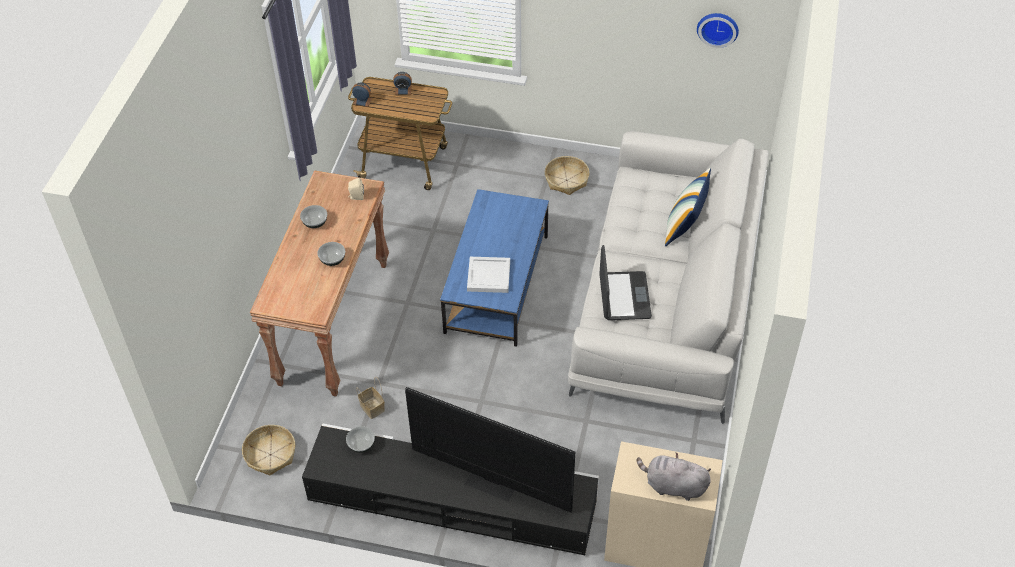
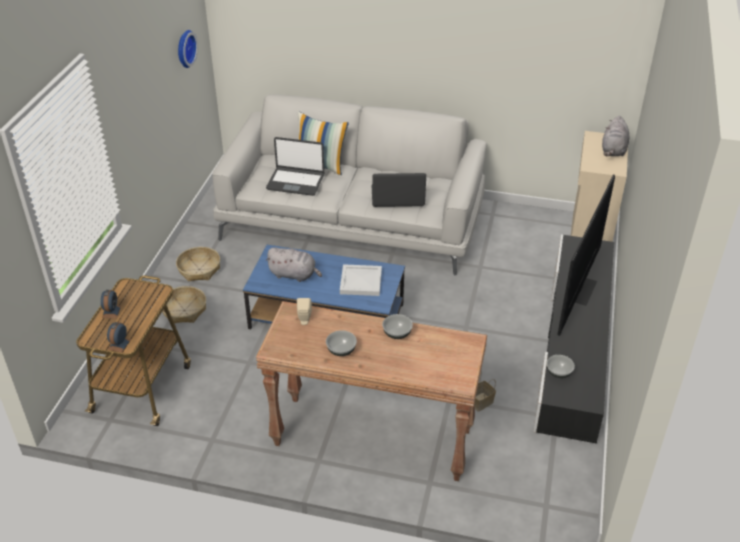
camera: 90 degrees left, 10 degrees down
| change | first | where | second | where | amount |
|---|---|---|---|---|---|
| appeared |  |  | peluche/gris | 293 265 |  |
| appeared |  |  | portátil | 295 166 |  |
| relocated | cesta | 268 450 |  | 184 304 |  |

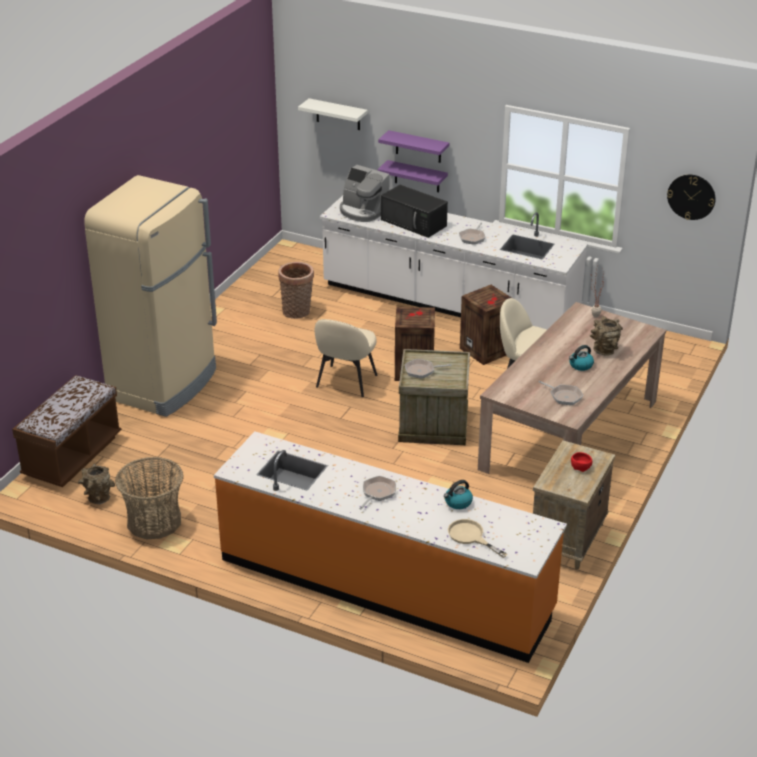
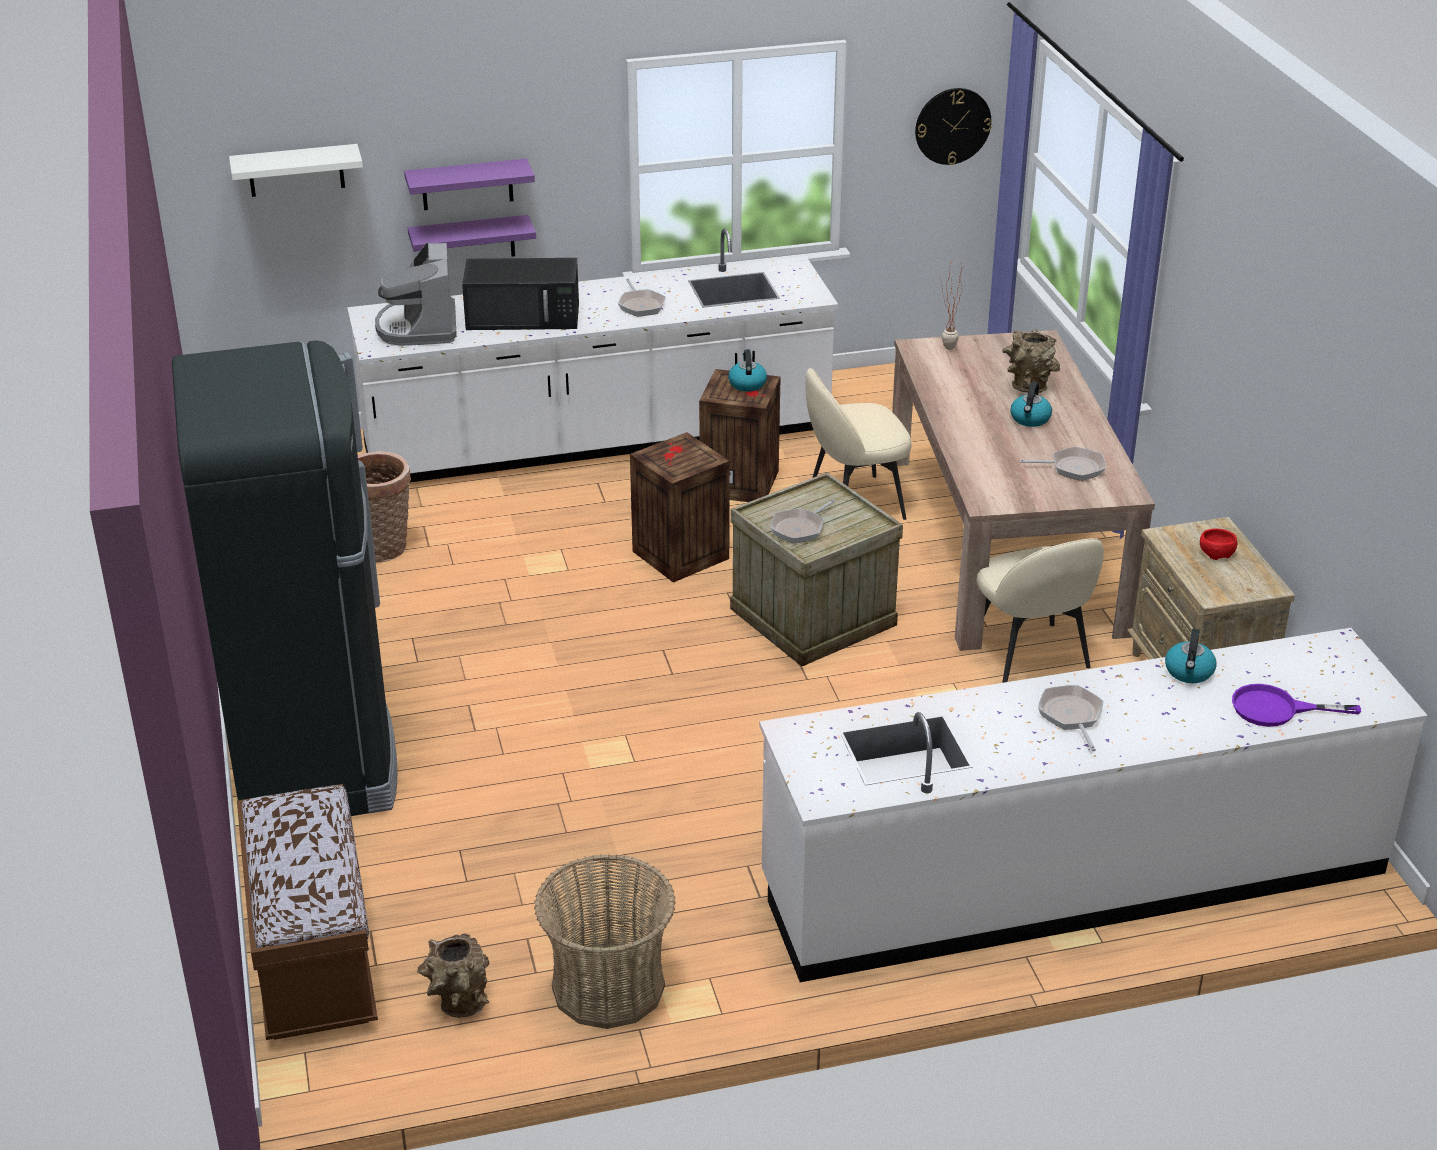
camera: 40 degrees left, 0 degrees up
| change | first | where | second | where | amount |
|---|---|---|---|---|---|
| appeared |  |  | hervidor | 747 370 |  |
| relocated | silla/beis | 346 358 |  | 1040 610 |  |
| colour | nevera/beis | 150 296 | nevera/negro | 284 578 |  |
| colour | mueble bajo de cocina/naranja | 390 547 | mueble bajo de cocina/blanco | 1093 805 |  |
| colour | sartén/beis | 477 538 | sartén/morado | 1296 705 |  |
| spun | cafetera | 364 193 |  | 416 294 | 90 degrees clockwise |

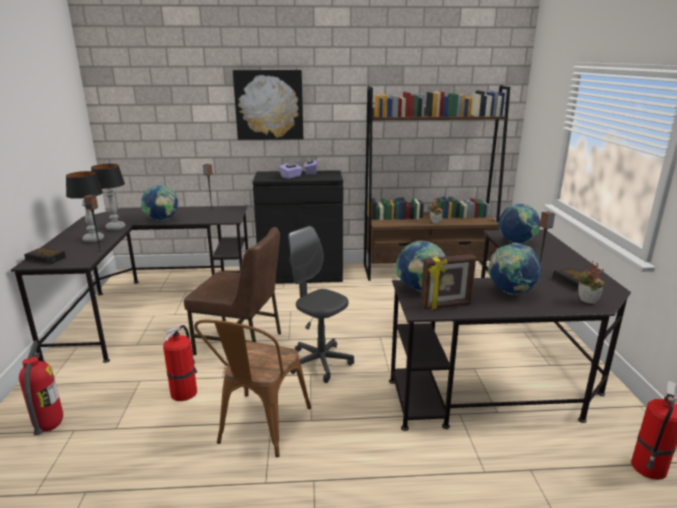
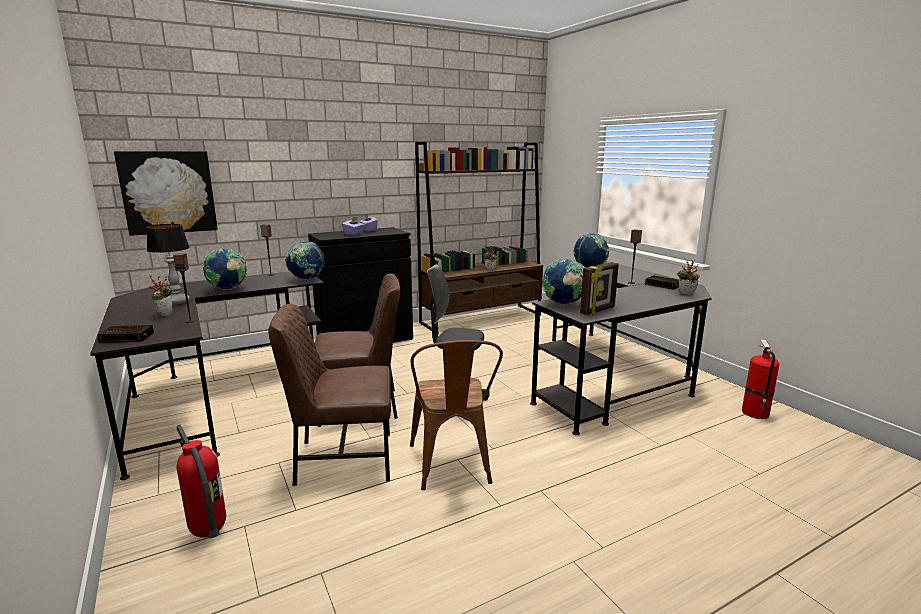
camera: 25 degrees left, 5 degrees down
| change | first | where | second | where | amount |
|---|---|---|---|---|---|
| relocated | cuadro | 268 105 |  | 166 193 |  |
| relocated | globo terráqueo | 515 269 |  | 305 260 |  |
| exchanged | lámpara de mesa | 85 206 | planta en maceta | 160 296 |  |
| exchanged | extintor | 180 363 | silla/marrón | 329 395 |  |

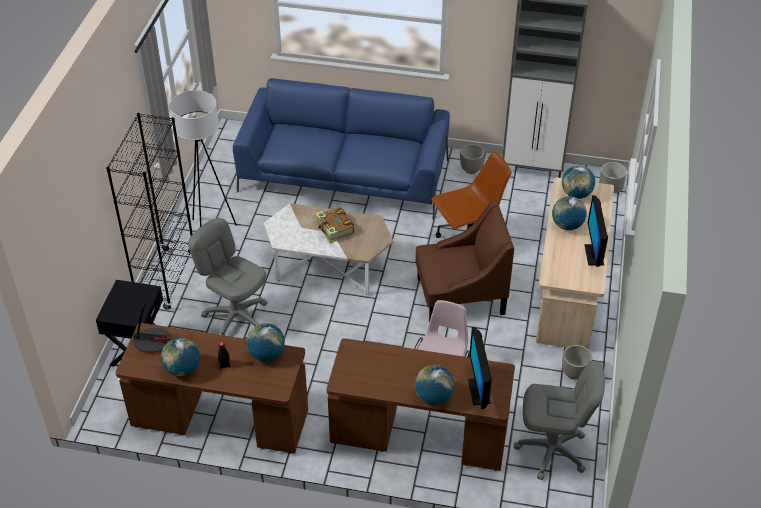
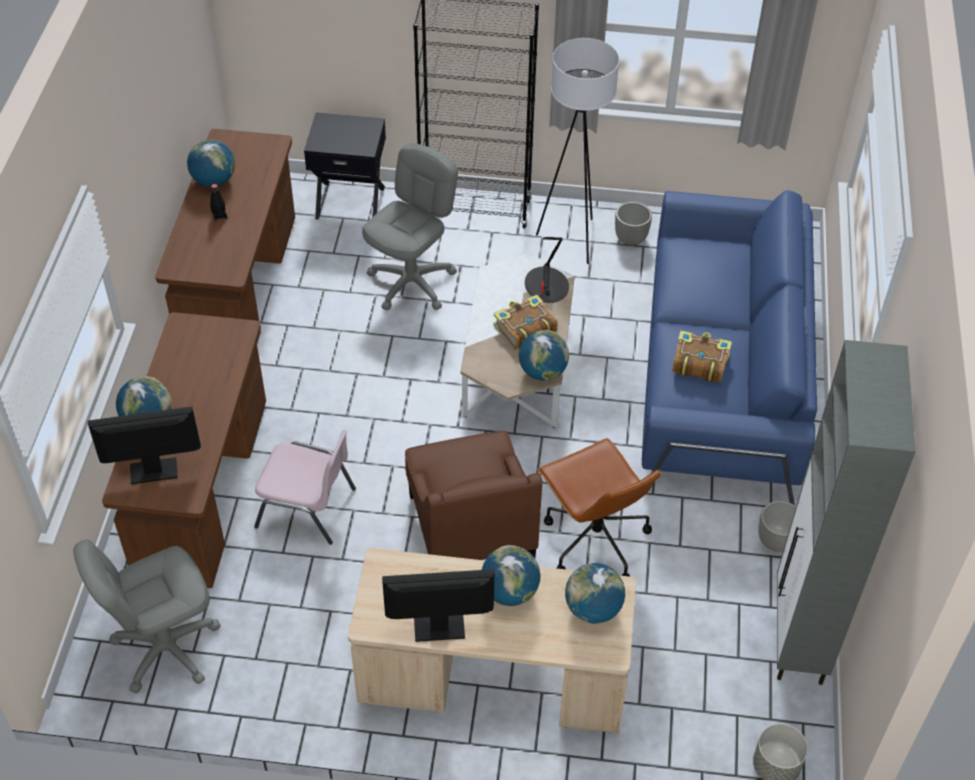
camera: 85 degrees right, 5 degrees up
| change | first | where | second | where | amount |
|---|---|---|---|---|---|
| appeared |  |  | libro | 702 357 |  |
| relocated | lámpara de mesa | 152 326 |  | 547 270 |  |
| relocated | globo terráqueo | 266 342 |  | 544 355 |  |
| relocated | maceta | 577 362 |  | 633 224 |  |
| spun | silla de oficina/gris | 559 420 |  | 147 616 | 60 degrees clockwise |

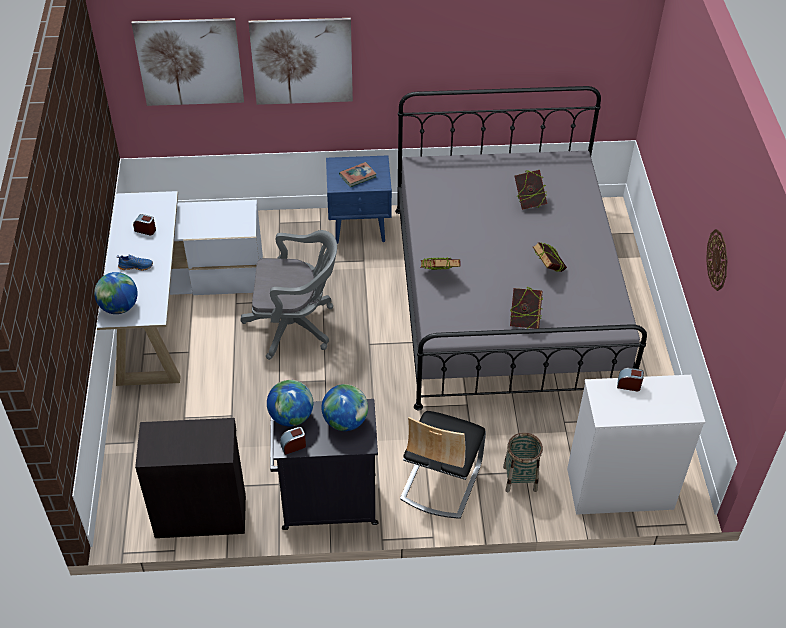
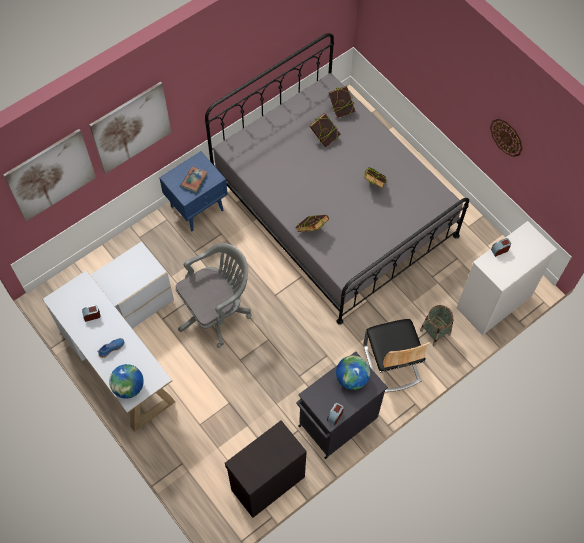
camera: 35 degrees left, 15 degrees up
| change | first | where | second | where | amount |
|---|---|---|---|---|---|
| missing | globo terráqueo | 290 403 |  |  |  |
| relocated | libro | 526 307 |  | 342 102 |  |

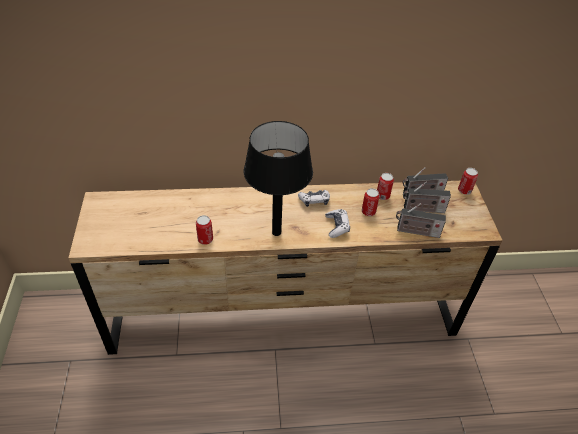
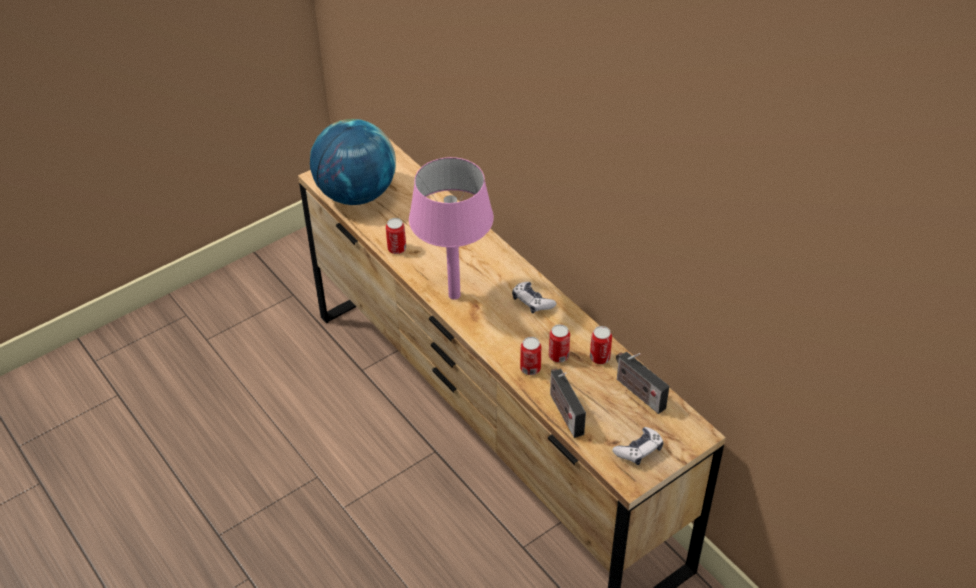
camera: 60 degrees right, 0 degrees up
| change | first | where | second | where | amount |
|---|---|---|---|---|---|
| missing | radio | 427 197 |  |  |  |
| appeared |  |  | globo terráqueo | 353 162 |  |
| relocated | mando de consola | 337 223 |  | 637 446 |  |
| relocated | lata | 468 181 |  | 530 356 |  |
| colour | lámpara de mesa/negro | 278 178 | lámpara de mesa/rosa | 451 228 |  |

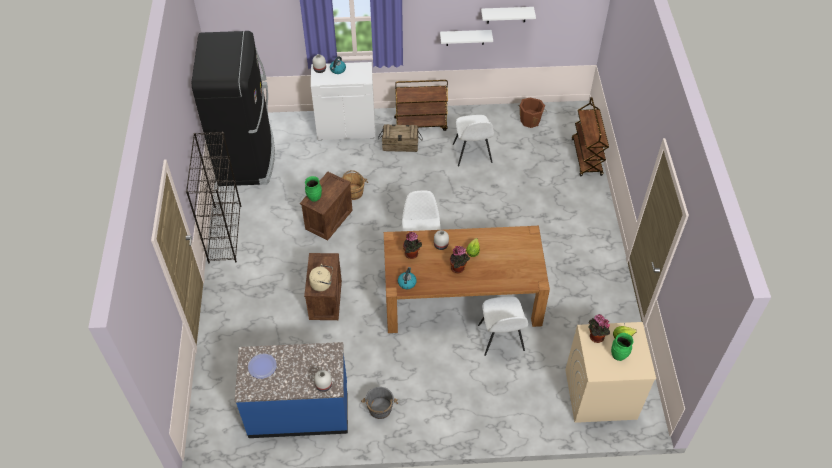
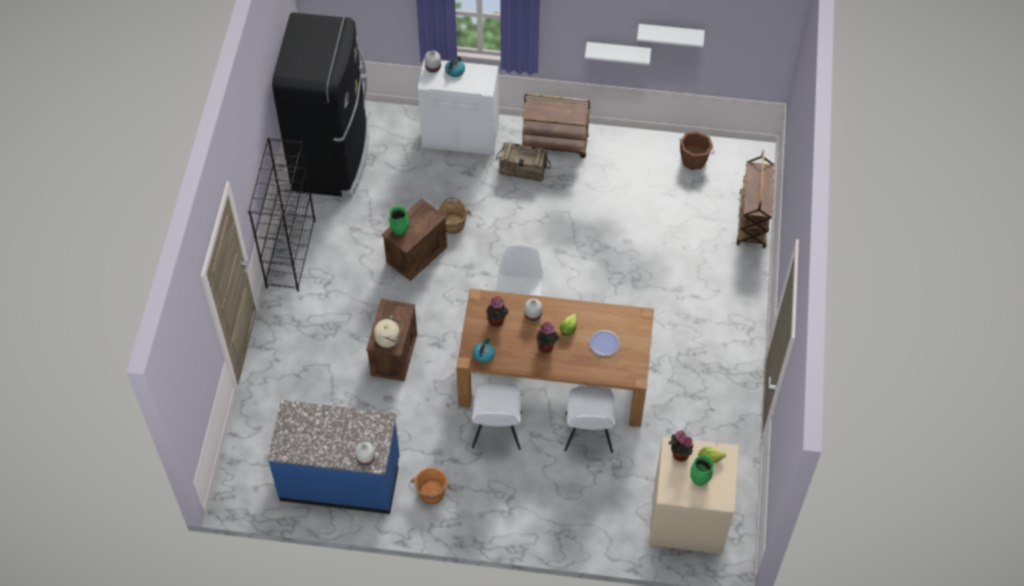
camera: 10 degrees right, 5 degrees up
| change | first | where | second | where | amount |
|---|---|---|---|---|---|
| relocated | plato | 262 366 |  | 604 343 |  |
| relocated | silla/blanco | 473 140 |  | 497 416 |  |
| colour | cubo/gris | 379 403 | cubo/naranja | 431 486 |  |

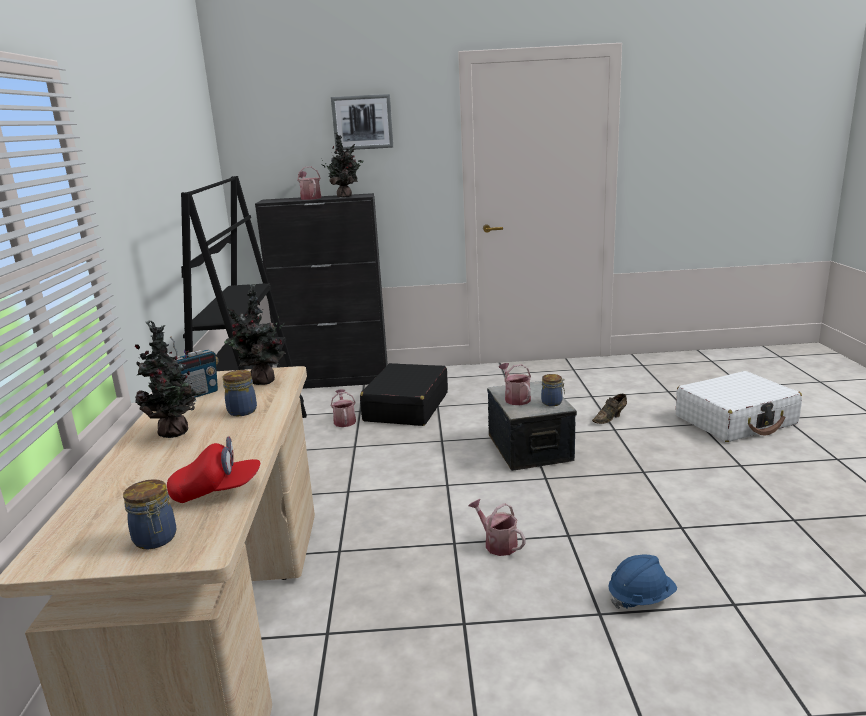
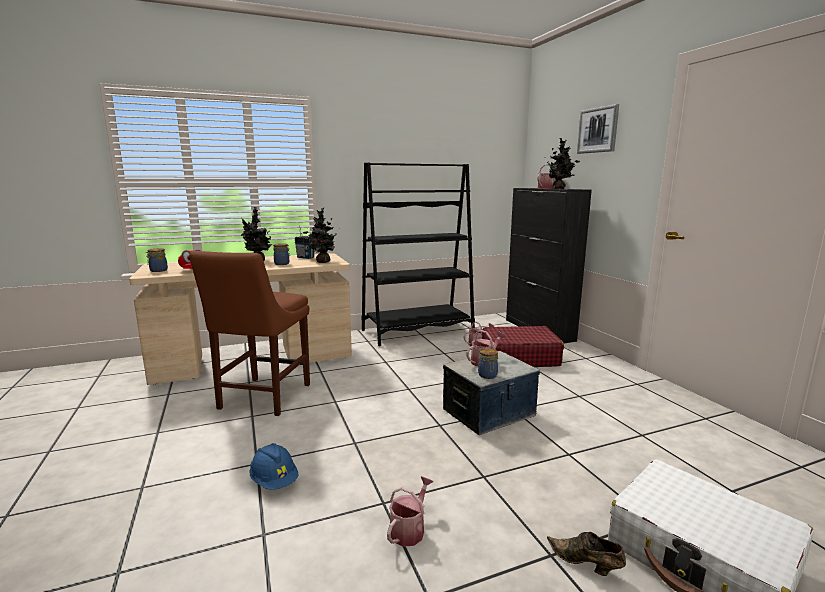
camera: 70 degrees right, 5 degrees down
| change | first | where | second | where | amount |
|---|---|---|---|---|---|
| appeared |  |  | silla/marrón | 249 333 |  |
| relocated | regadera | 497 527 |  | 410 511 |  |
| relocated | zapato/marrón | 609 409 |  | 586 554 |  |
| colour | maleta/negro | 404 394 | maleta/rojo | 523 346 |  |

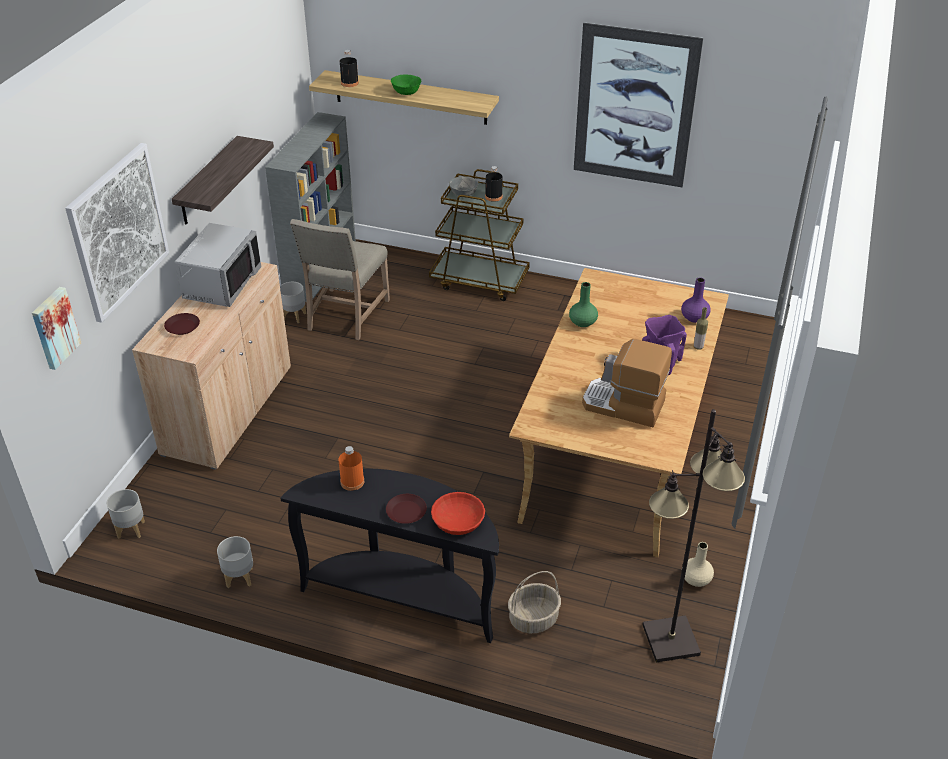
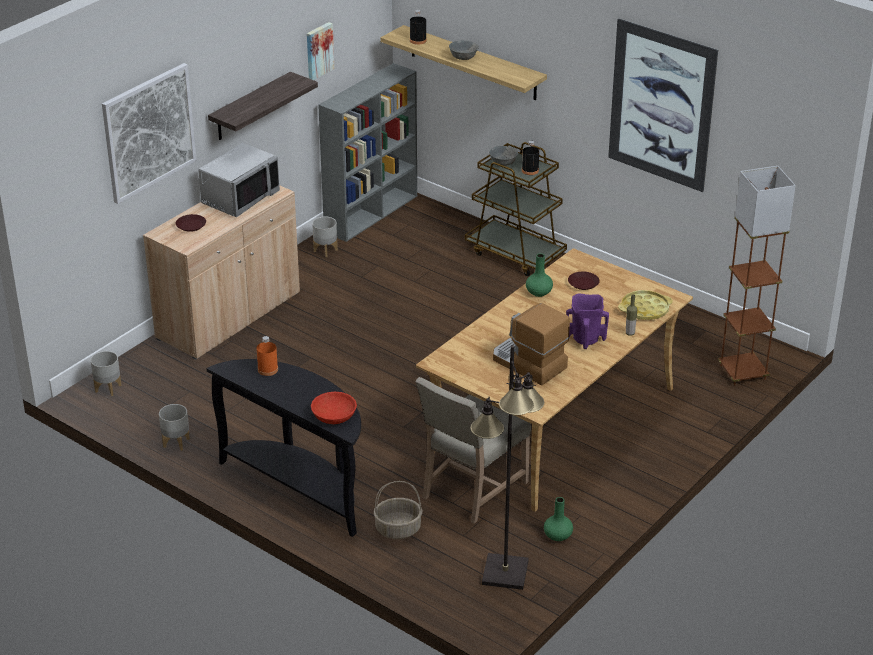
camera: 20 degrees right, 5 degrees down
| change | first | where | second | where | amount |
|---|---|---|---|---|---|
| appeared |  |  | lámpara de pie/marrón | 757 275 |  |
| relocated | cuadro | 56 328 |  | 320 51 |  |
| relocated | silla/beis | 340 279 |  | 473 450 |  |
| relocated | plato/marrón | 406 509 |  | 584 281 |  |
| exchanged | florero/morado | 696 300 | bandeja/amarillo | 645 305 |  |
| colour | cuenco/verde | 406 84 | cuenco/gris | 464 50 |  |
| colour | florero/beis | 698 564 | florero/verde | 558 519 |  |

